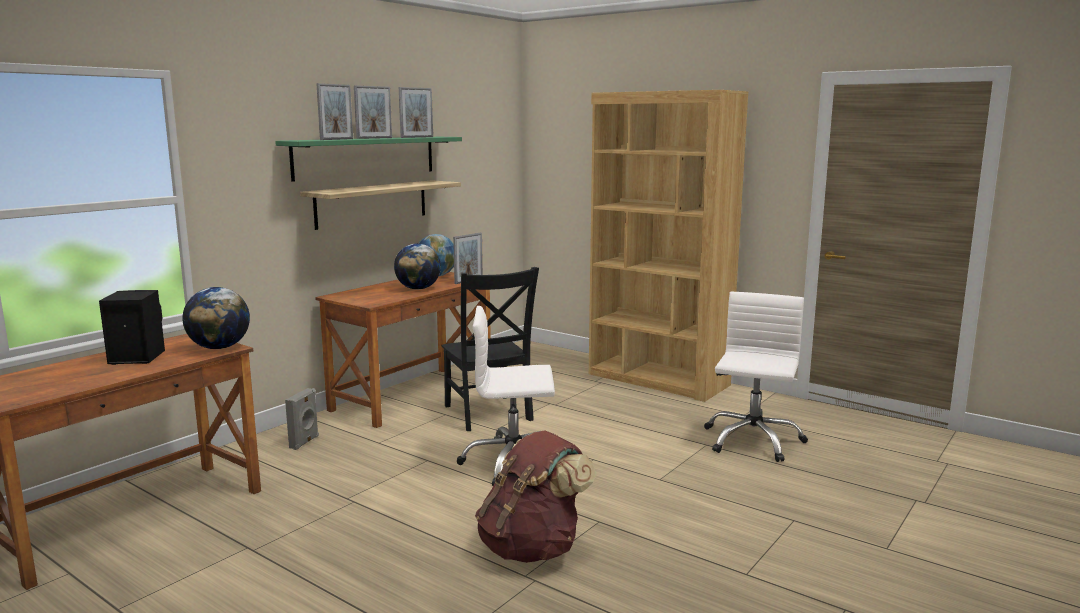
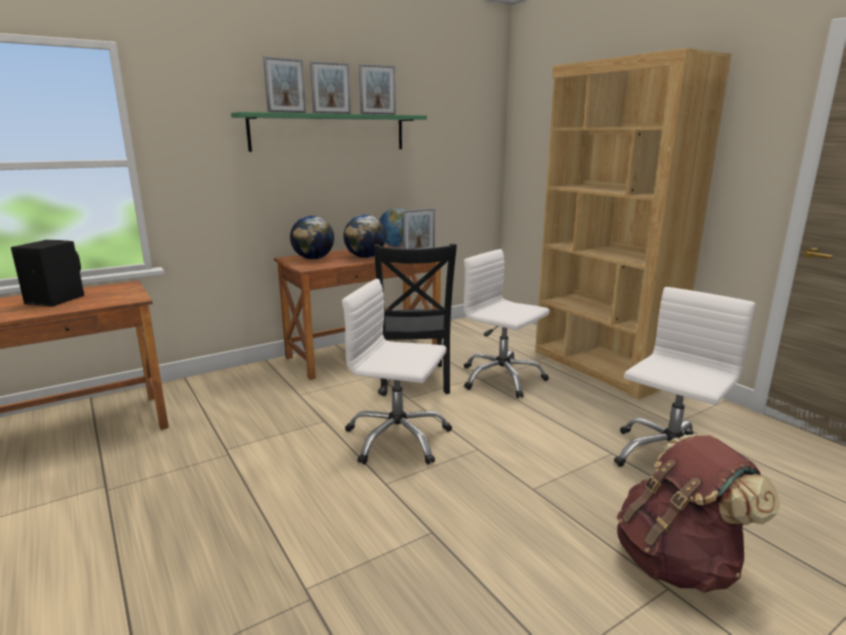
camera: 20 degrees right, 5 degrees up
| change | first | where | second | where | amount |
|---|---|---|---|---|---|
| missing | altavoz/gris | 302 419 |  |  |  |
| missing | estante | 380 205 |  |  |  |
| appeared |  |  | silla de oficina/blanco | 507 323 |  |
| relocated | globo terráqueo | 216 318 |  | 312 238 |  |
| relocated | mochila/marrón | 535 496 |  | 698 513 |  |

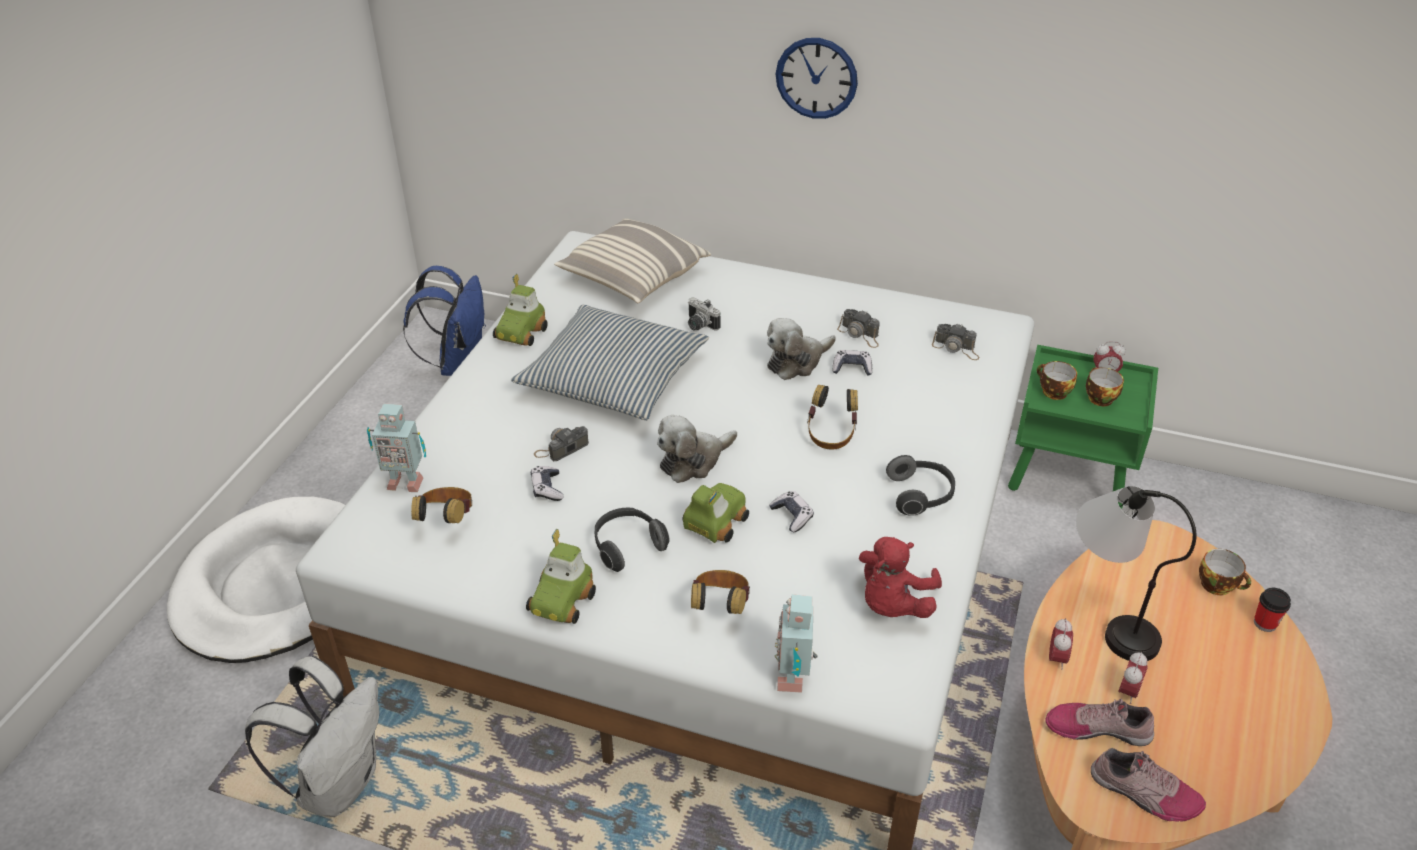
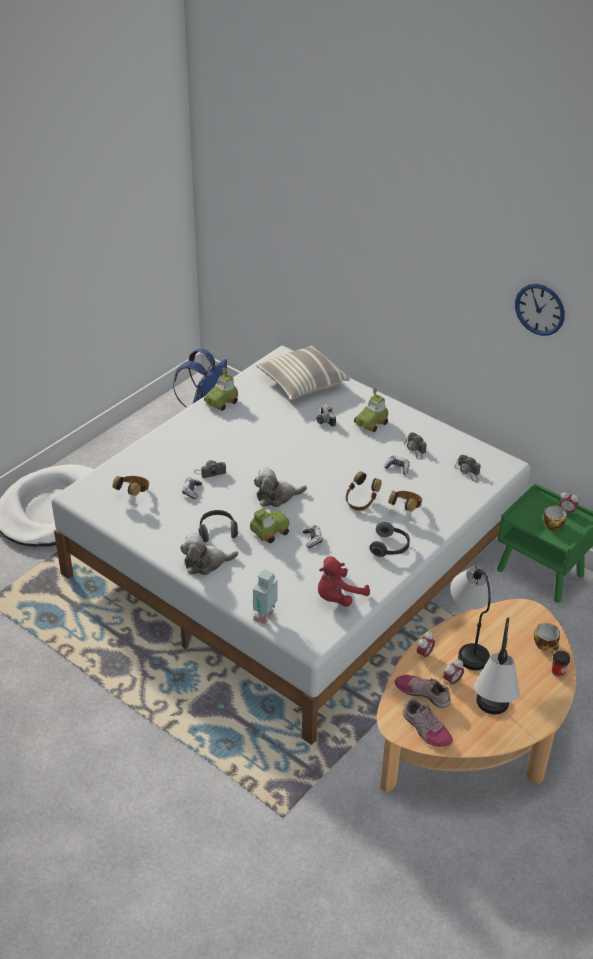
camera: 20 degrees right, 0 degrees up
| change | first | where | second | where | amount |
|---|---|---|---|---|---|
| missing | mochila/blanco | 312 736 |  |  |  |
| missing | robot de juguete | 396 447 |  |  |  |
| missing | cojín | 610 362 |  |  |  |
| missing | taza | 1057 380 |  |  |  |
| appeared |  |  | lámpara de mesa | 497 665 |  |
| relocated | coche de juguete | 561 576 |  | 371 410 |  |
| relocated | auriculares | 720 592 |  | 405 501 |  |
| relocated | peluche | 801 349 |  | 209 554 |  |
| relocated | reloj de pared | 817 78 |  | 540 310 |  |

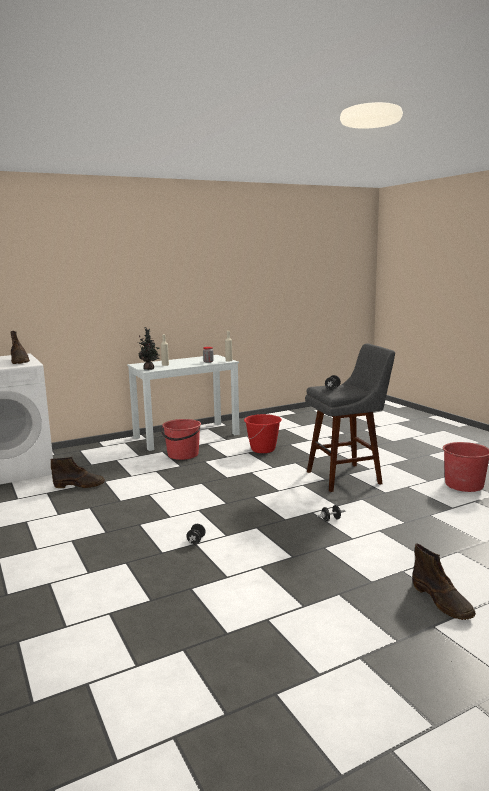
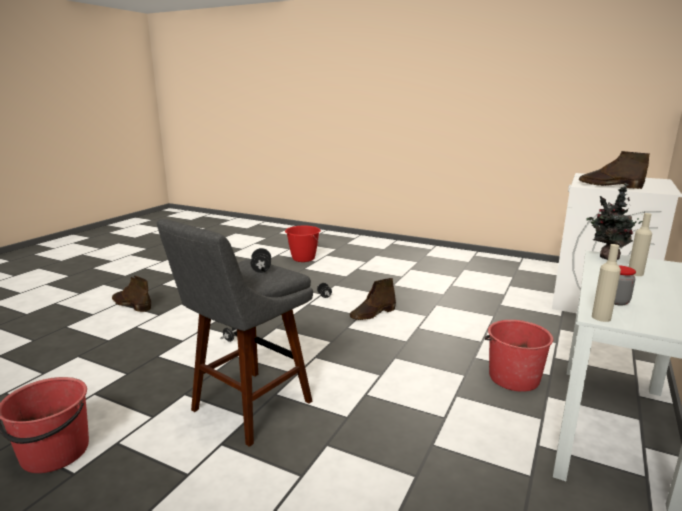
camera: 145 degrees right, 5 degrees up
| change | first | where | second | where | amount |
|---|---|---|---|---|---|
| relocated | bota/marrón | 78 472 |  | 373 299 |  |
| relocated | cubo/rojo | 263 433 |  | 303 244 |  |

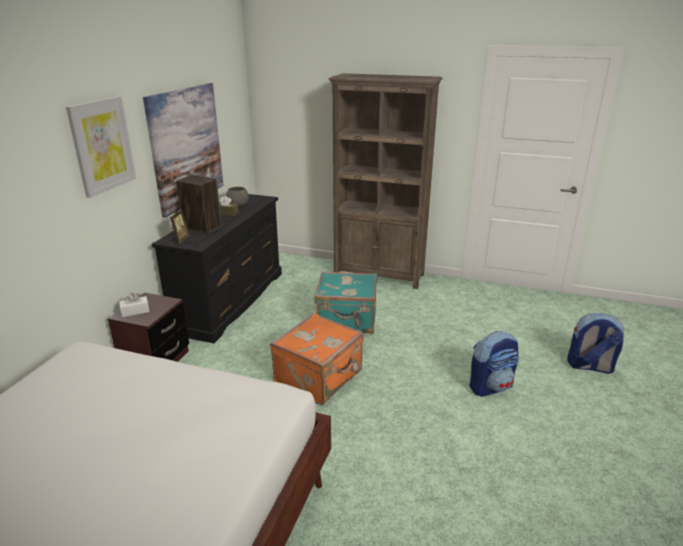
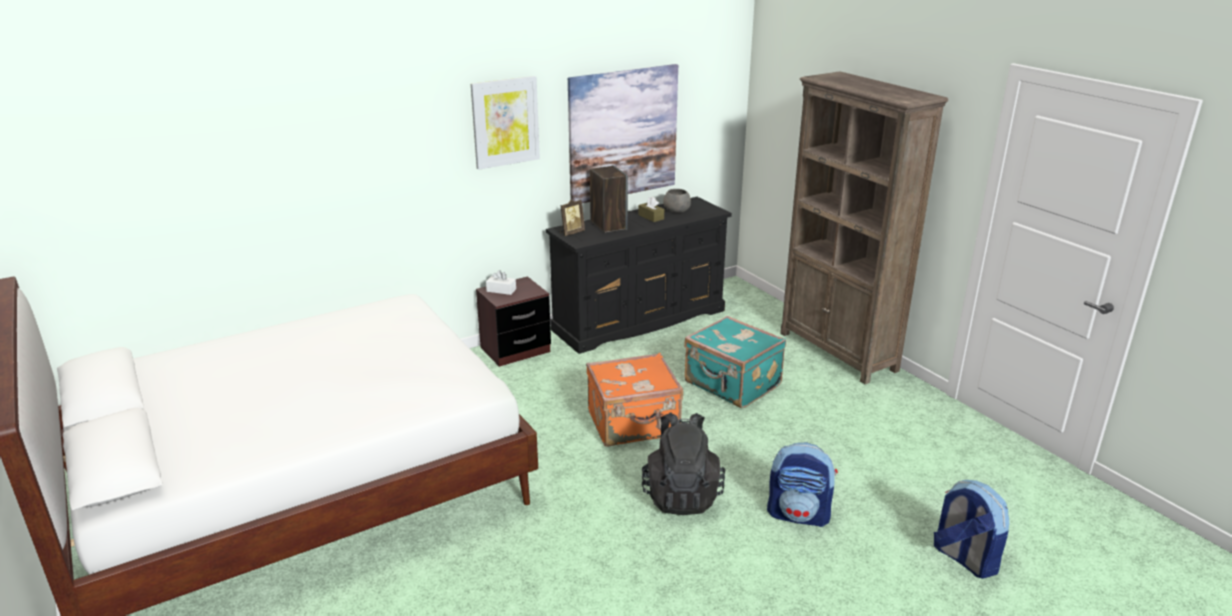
camera: 40 degrees right, 0 degrees up
| change | first | where | second | where | amount |
|---|---|---|---|---|---|
| appeared |  |  | mochila/negro | 684 463 |  |

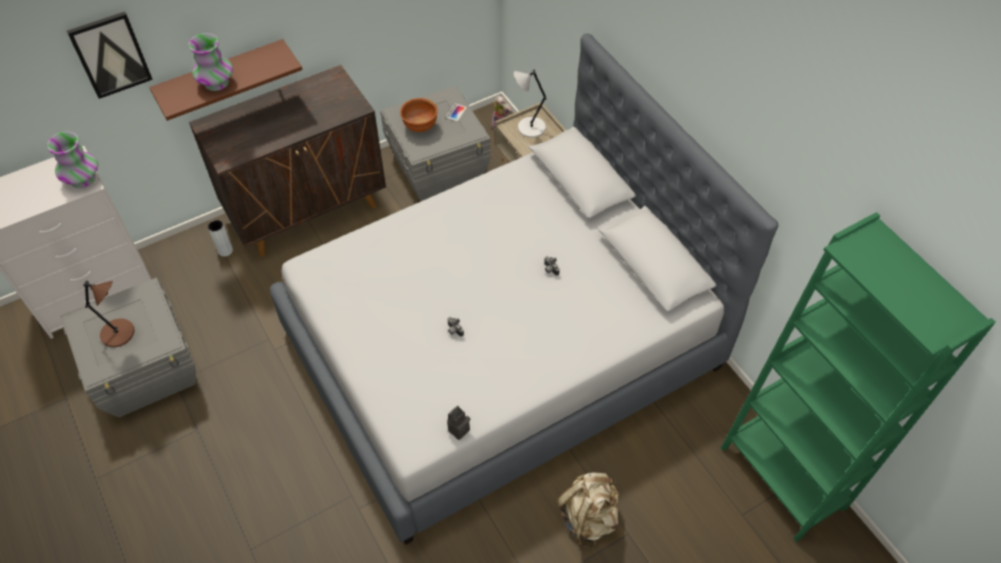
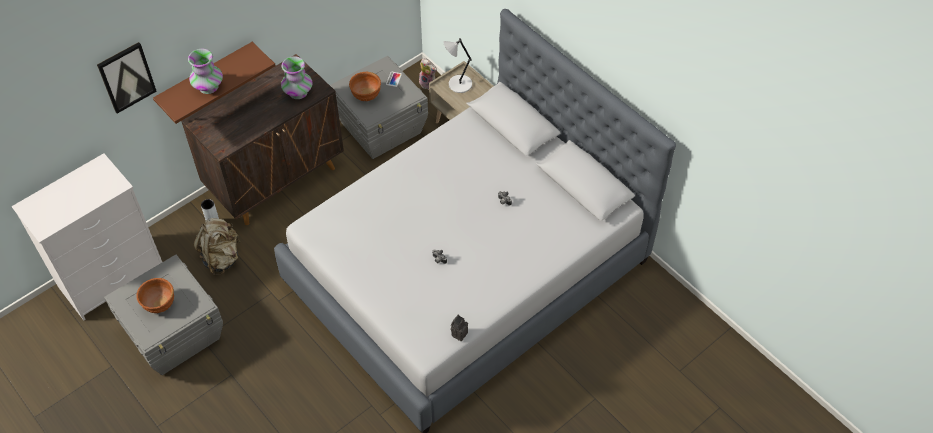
camera: 10 degrees left, 0 degrees up
| change | first | where | second | where | amount |
|---|---|---|---|---|---|
| missing | estantería/verde | 858 377 |  |  |  |
| relocated | florero | 72 159 |  | 297 77 |  |
| relocated | mochila/beis | 588 510 |  | 217 246 |  |
| exchanged | lámpara de mesa/marrón | 108 313 | cuenco/marrón | 155 295 |  |

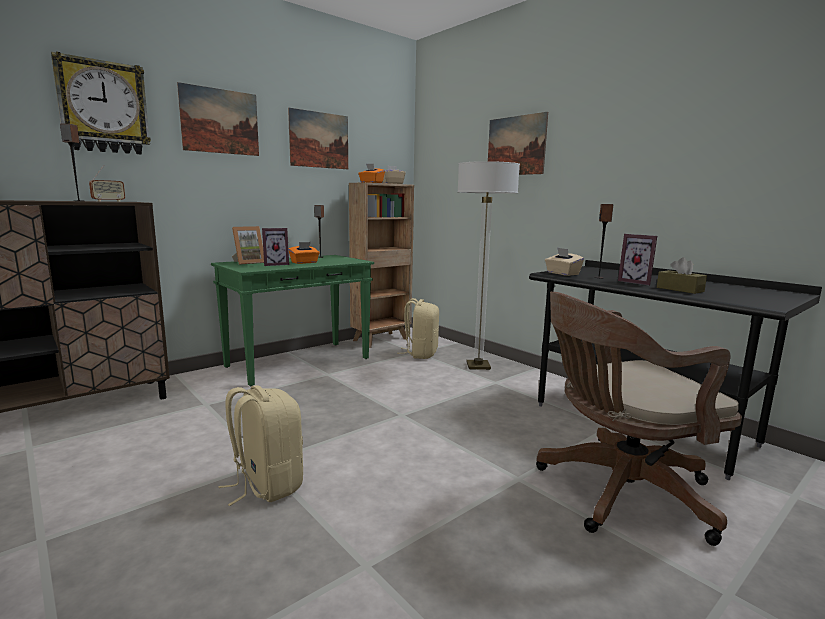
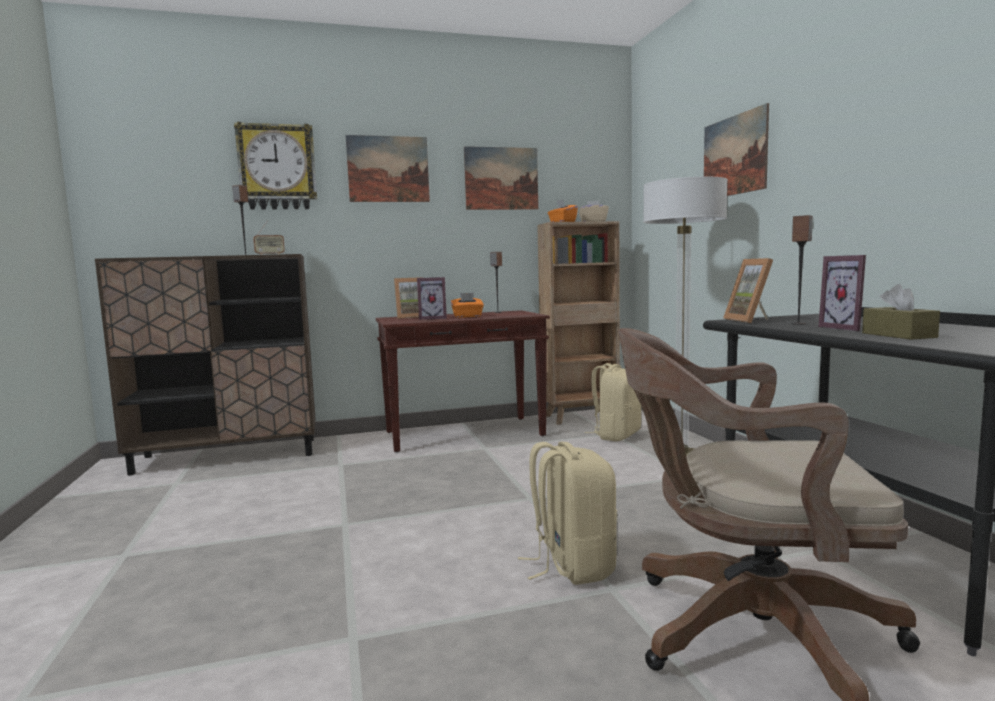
camera: 25 degrees right, 5 degrees down
| change | first | where | second | where | amount |
|---|---|---|---|---|---|
| relocated | mochila/beis | 261 445 |  | 567 513 |  |
| exchanged | caja de pañuelos/beis | 564 261 | portarretratos | 748 290 |  |
| colour | mesa consola/verde | 292 320 | mesa consola/marrón | 463 381 |  |

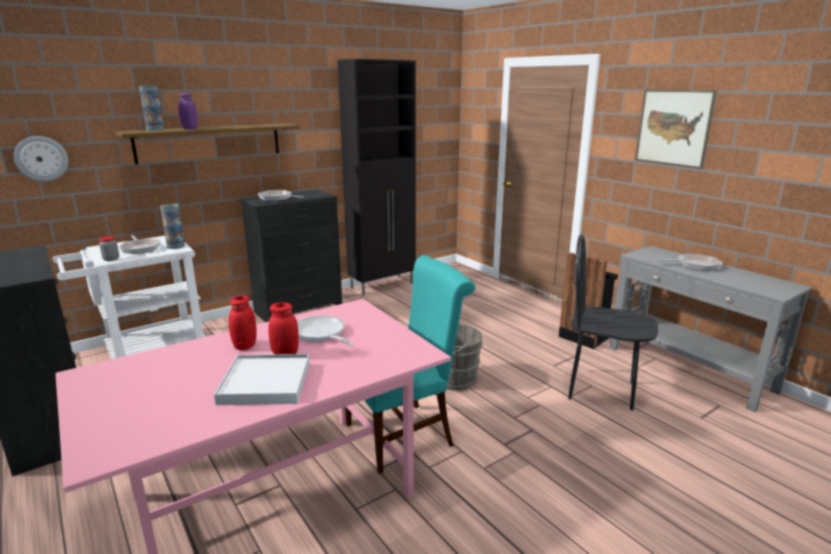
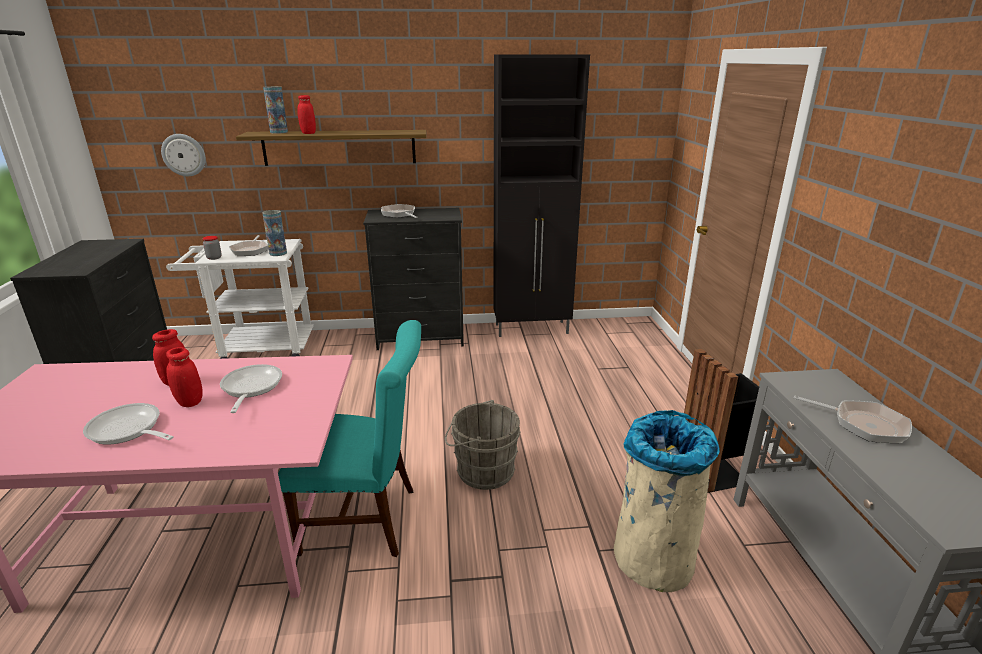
camera: 30 degrees right, 5 degrees up
| change | first | where | second | where | amount |
|---|---|---|---|---|---|
| missing | cuadro | 676 129 |  |  |  |
| exchanged | bandeja/blanco | 262 379 | sartén | 128 424 |  |
| exchanged | silla/negro | 613 322 | papelera/beis | 667 501 |  |
| colour | tarro/morado | 188 111 | tarro/rojo | 306 114 |  |

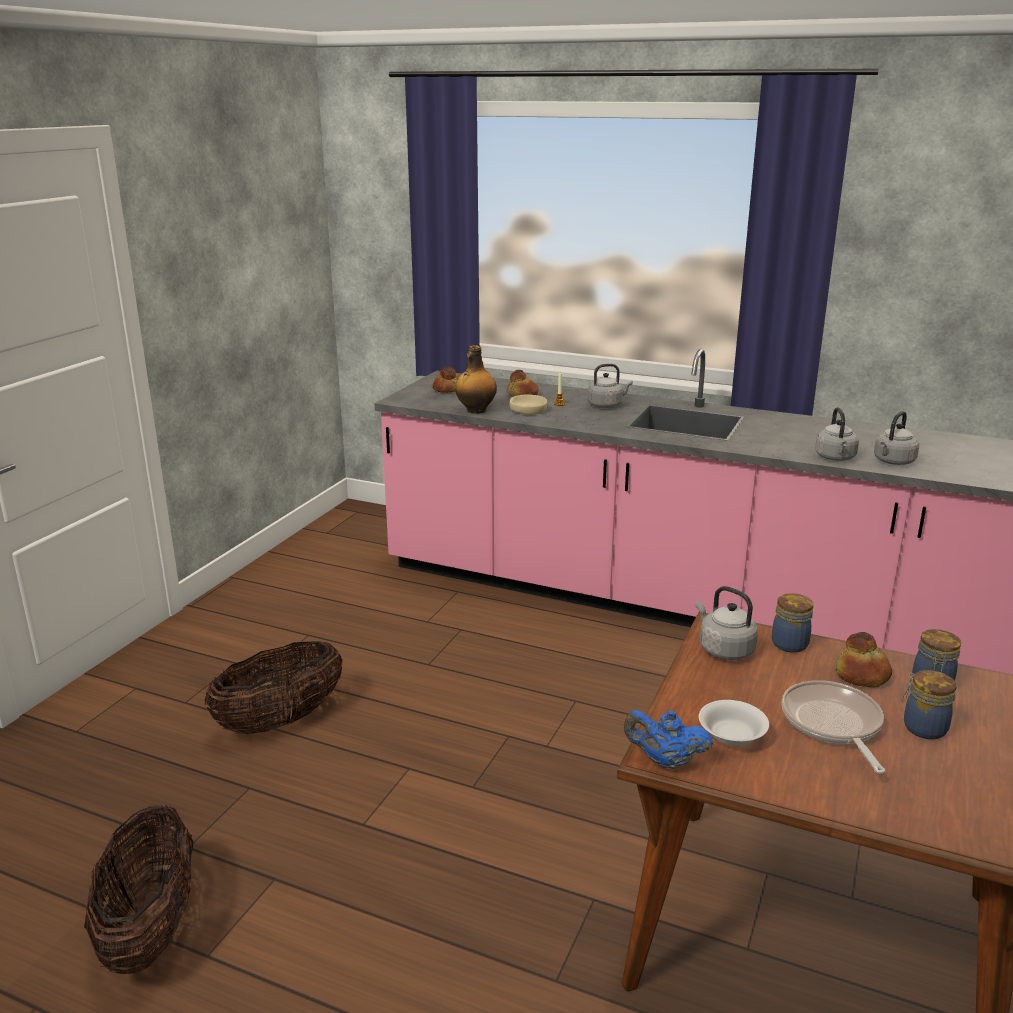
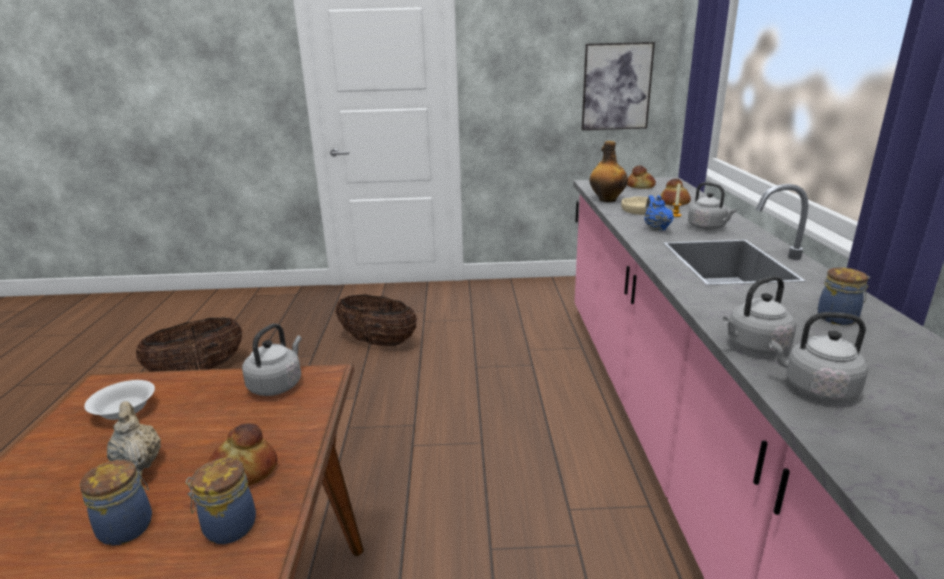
camera: 65 degrees right, 0 degrees up
| change | first | where | second | where | amount |
|---|---|---|---|---|---|
| appeared |  |  | cuadro | 618 86 |  |
| relocated | tetera/azul | 668 739 |  | 659 213 |  |
| relocated | tarro | 792 623 |  | 844 296 |  |
| exchanged | sartén | 833 727 | tetera/beis | 134 436 |  |

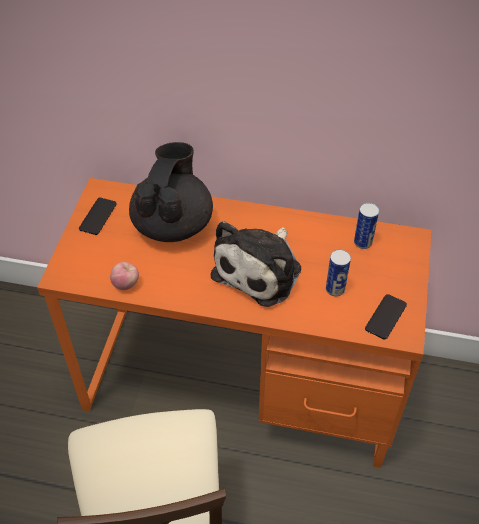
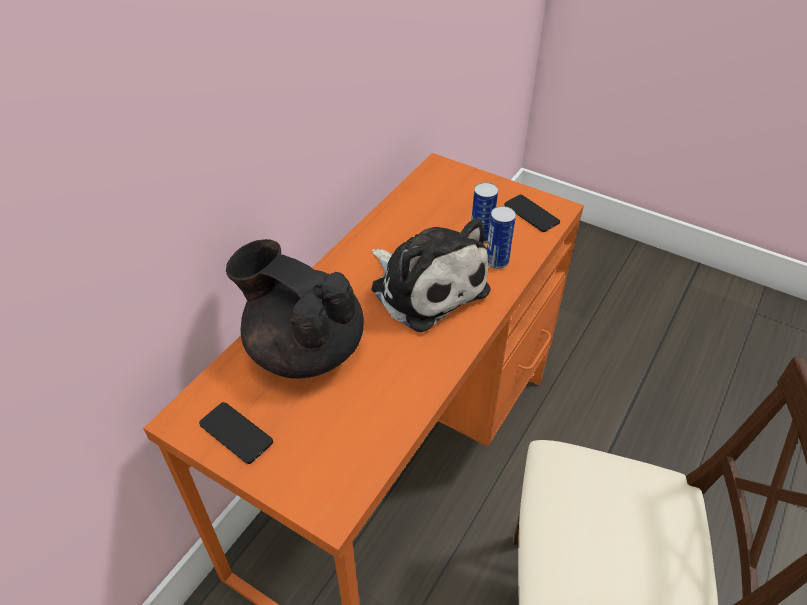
camera: 70 degrees left, 5 degrees down
| change | first | where | second | where | amount |
|---|---|---|---|---|---|
| missing | manzana | 124 276 |  |  |  |
| relocated | lata | 366 226 |  | 501 237 |  |

